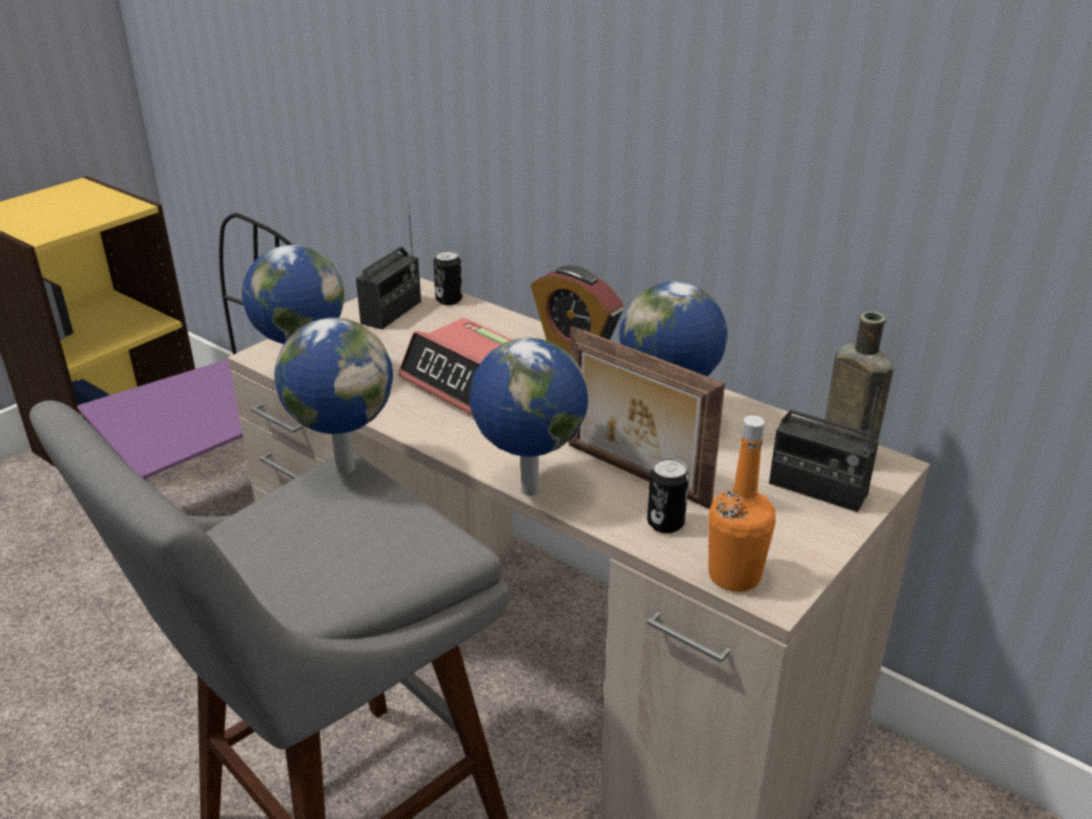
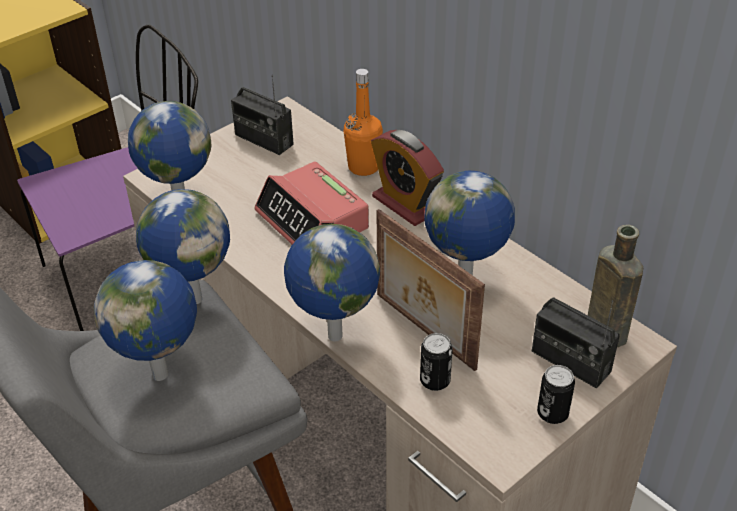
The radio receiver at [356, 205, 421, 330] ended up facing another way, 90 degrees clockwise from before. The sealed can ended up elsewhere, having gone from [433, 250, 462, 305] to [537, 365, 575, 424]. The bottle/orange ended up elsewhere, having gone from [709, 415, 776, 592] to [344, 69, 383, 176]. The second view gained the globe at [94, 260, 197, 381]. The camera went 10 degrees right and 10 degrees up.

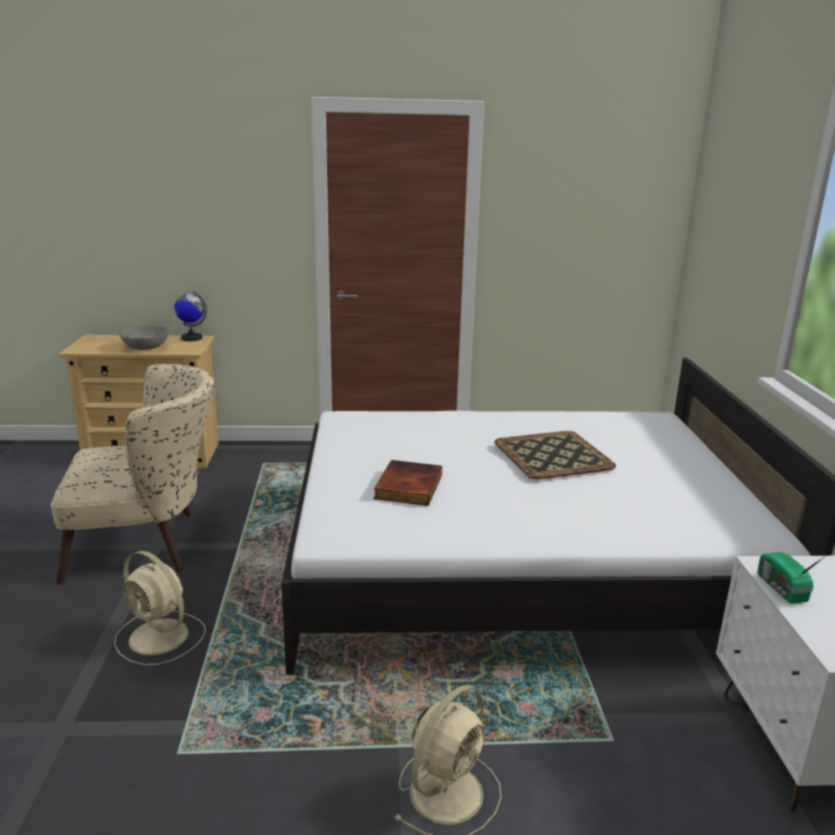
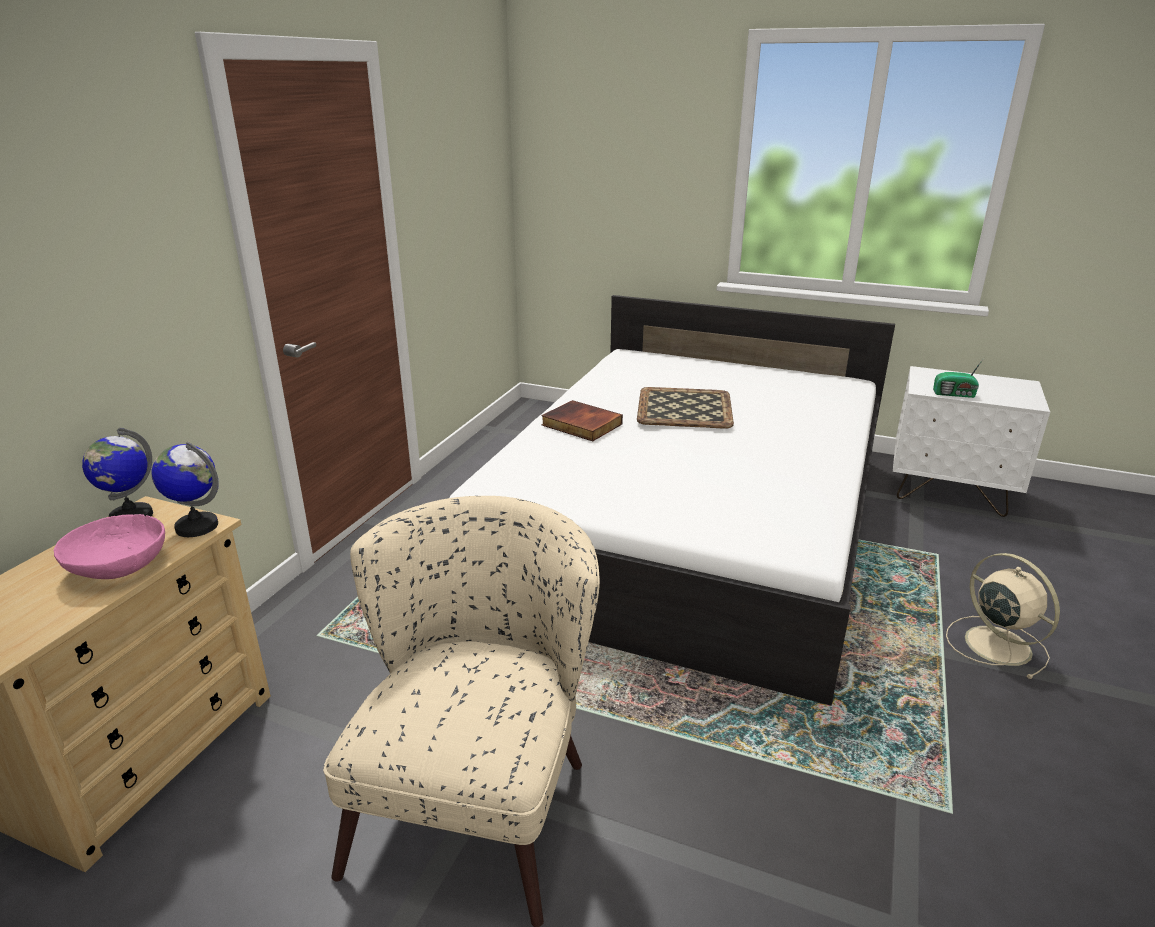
The second view lost the cooling fan/sand-coloured at [114, 551, 206, 665]. What was the serving bowl/grey at [119, 326, 168, 350] turned into the serving bowl/pinkish at [54, 514, 165, 579]. The book ended up elsewhere, having gone from [373, 460, 442, 506] to [541, 400, 623, 441]. The second view gained the globe at [152, 442, 219, 537]. The camera went 65 degrees left and 5 degrees up.

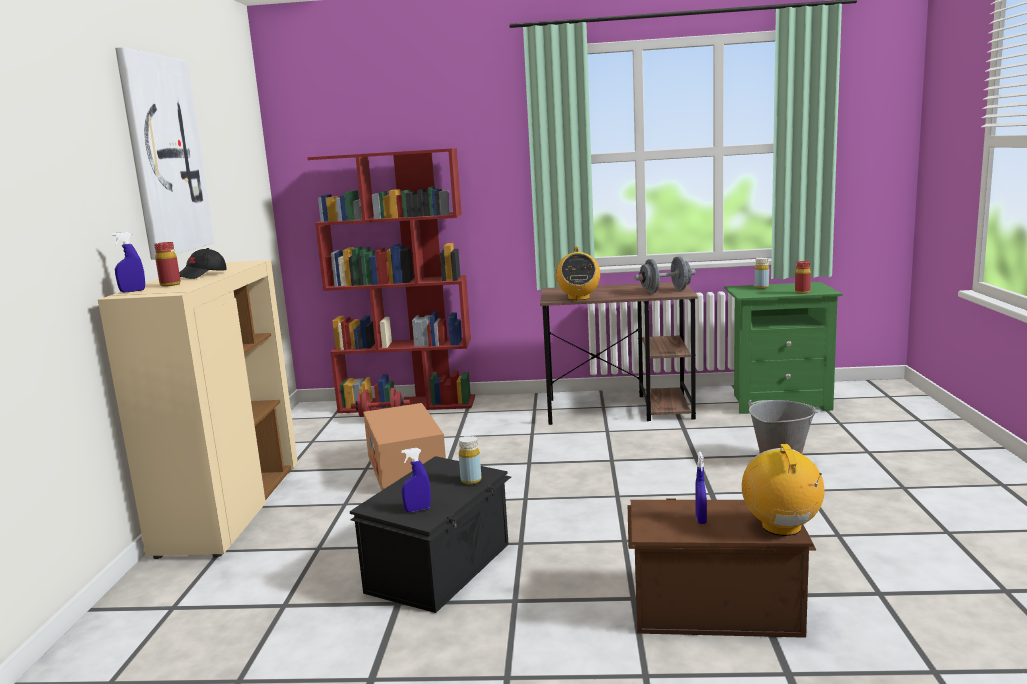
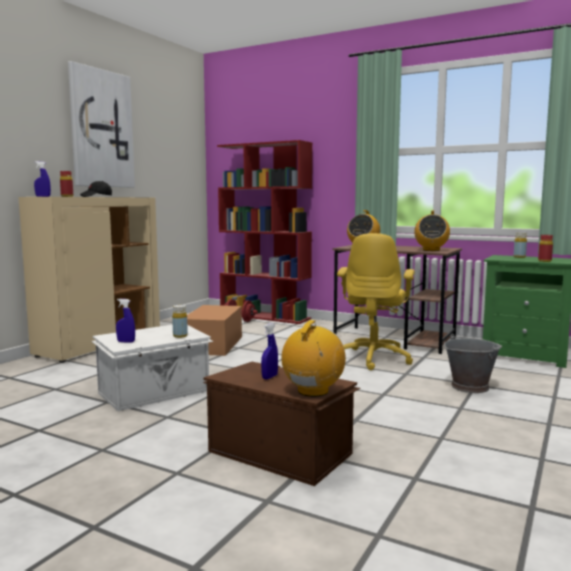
What was the storage bin/blackish at [350, 456, 511, 613] turned into the storage bin/white-coloured at [92, 325, 214, 411]. Where the free weight/grey stood at [635, 257, 696, 293], the radio receiver came to stand at [414, 210, 450, 251]. The second view gained the office chair/yellow at [337, 233, 415, 370]. The camera went 25 degrees right and 5 degrees down.

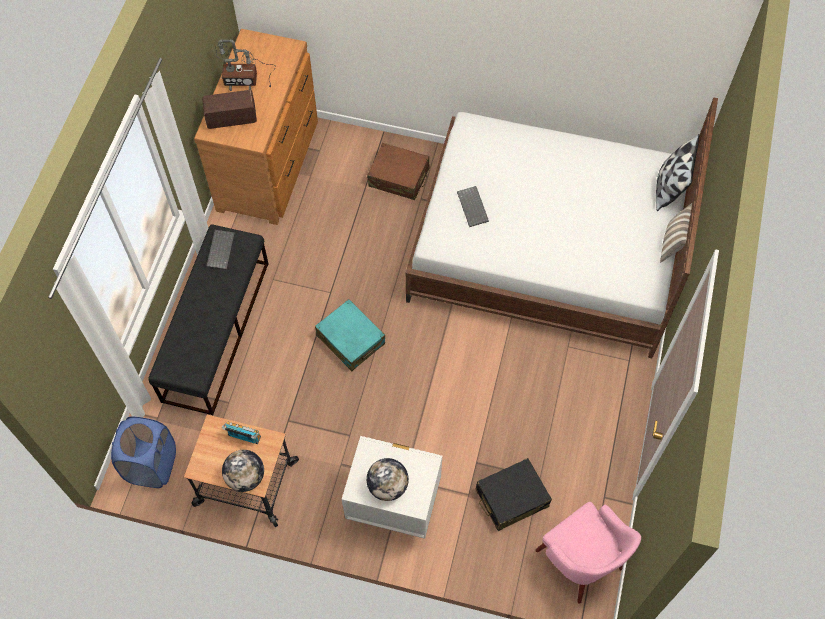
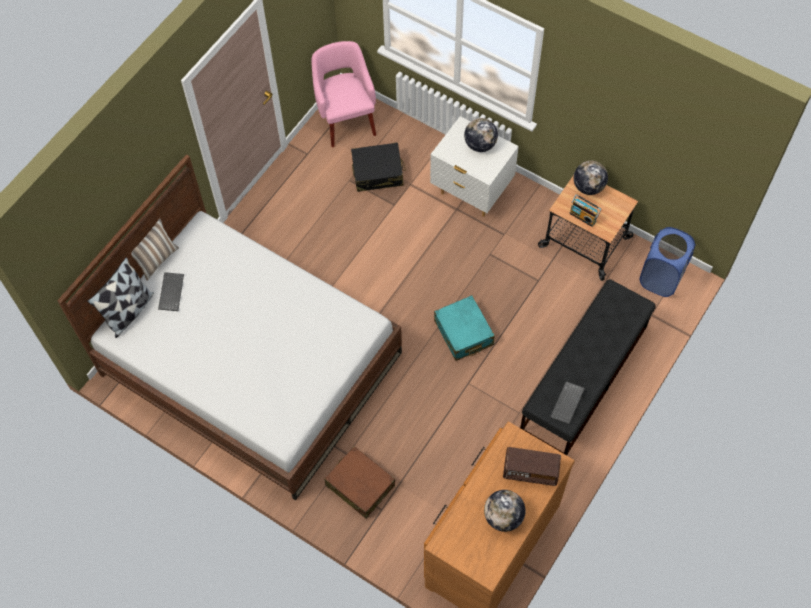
Where the table lamp stood at [215, 39, 276, 91], the globe came to stand at [484, 490, 525, 532]. The PC keyboard ended up elsewhere, having gone from [457, 186, 489, 227] to [158, 272, 184, 311]. The camera went 160 degrees left and 0 degrees up.

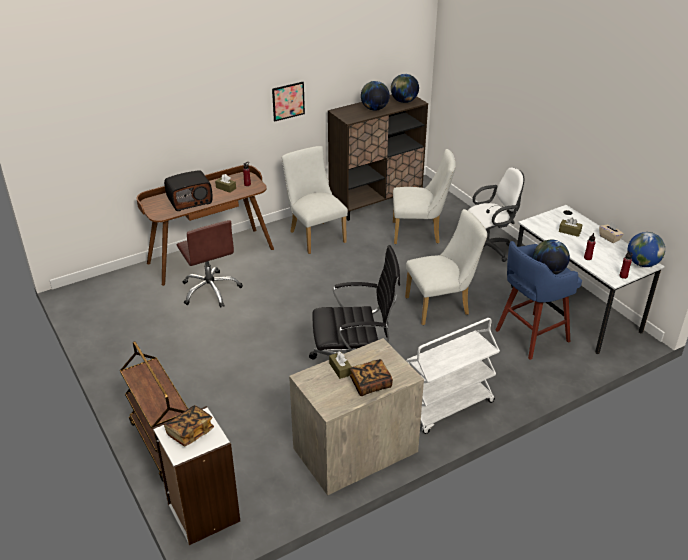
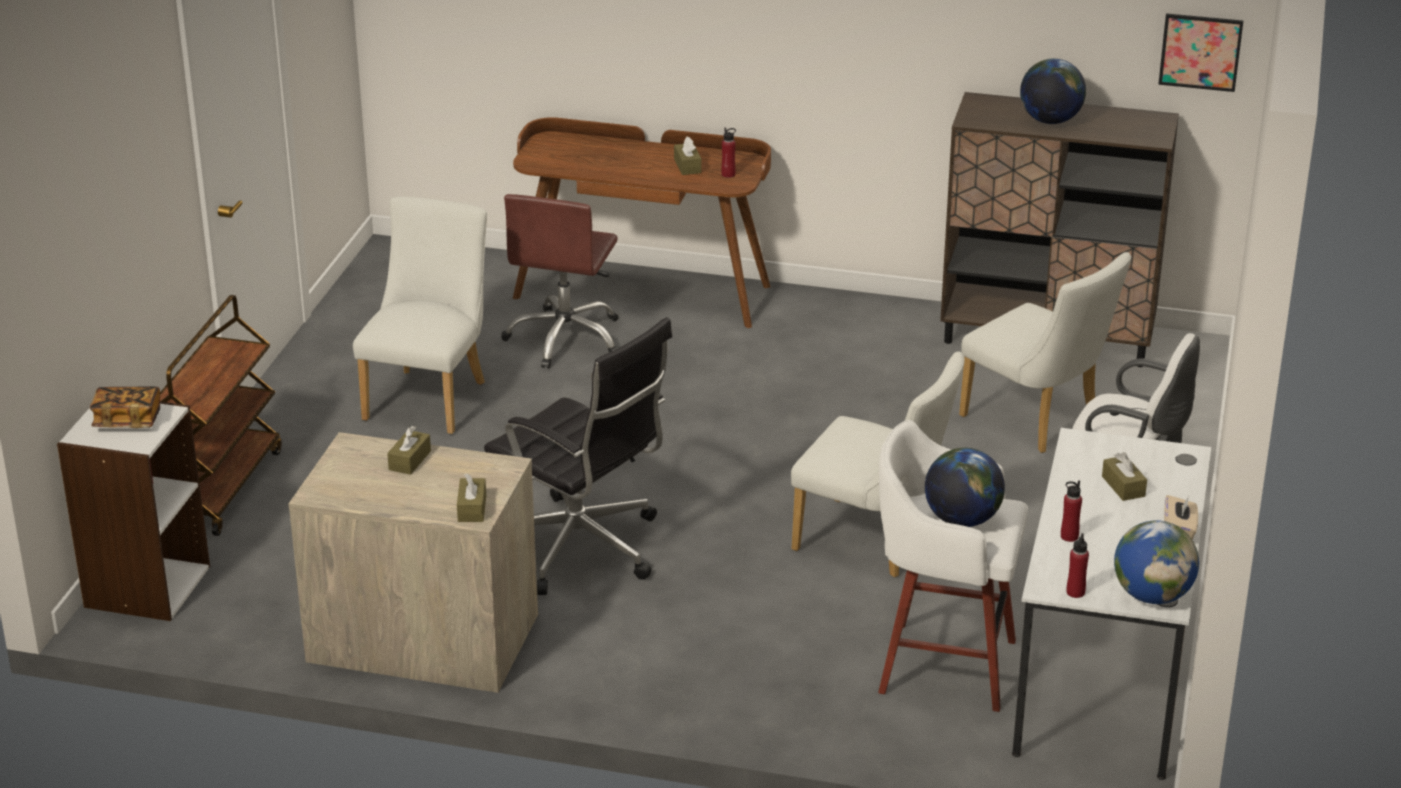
The second view lost the radio receiver at [164, 170, 213, 211]. The wall art ended up elsewhere, having gone from [272, 82, 305, 121] to [1158, 13, 1243, 92]. The upright chair/white-coloured ended up elsewhere, having gone from [282, 146, 348, 254] to [353, 196, 487, 434]. The second view lost the book at [350, 359, 393, 396]. The second view lost the globe at [391, 74, 419, 103]. The second view lost the trolley/white-coloured at [406, 318, 500, 434]. What was the stool seat/blue-coloured at [496, 241, 582, 360] turned into the stool seat/white-coloured at [878, 420, 1028, 712]. The second view gained the box of tissues/brown at [457, 474, 486, 522]. The camera went 45 degrees right and 5 degrees down.

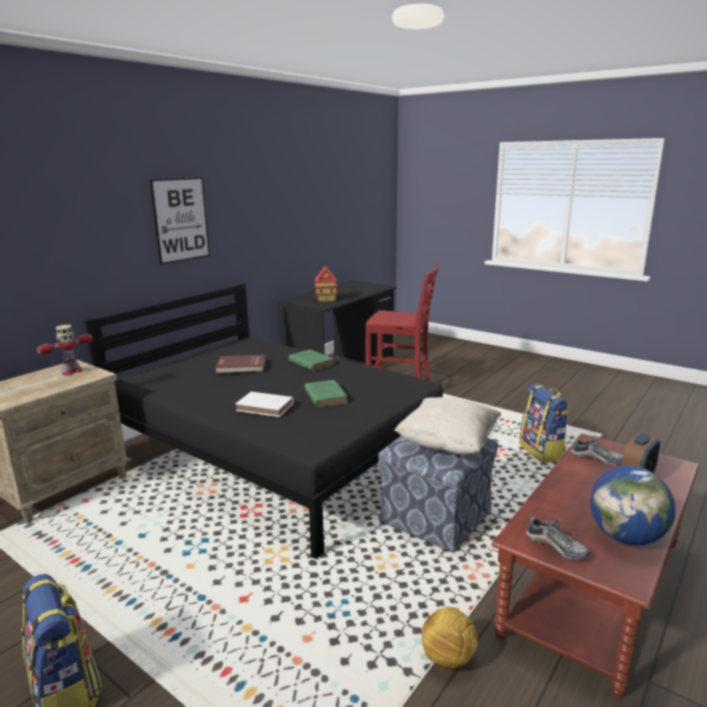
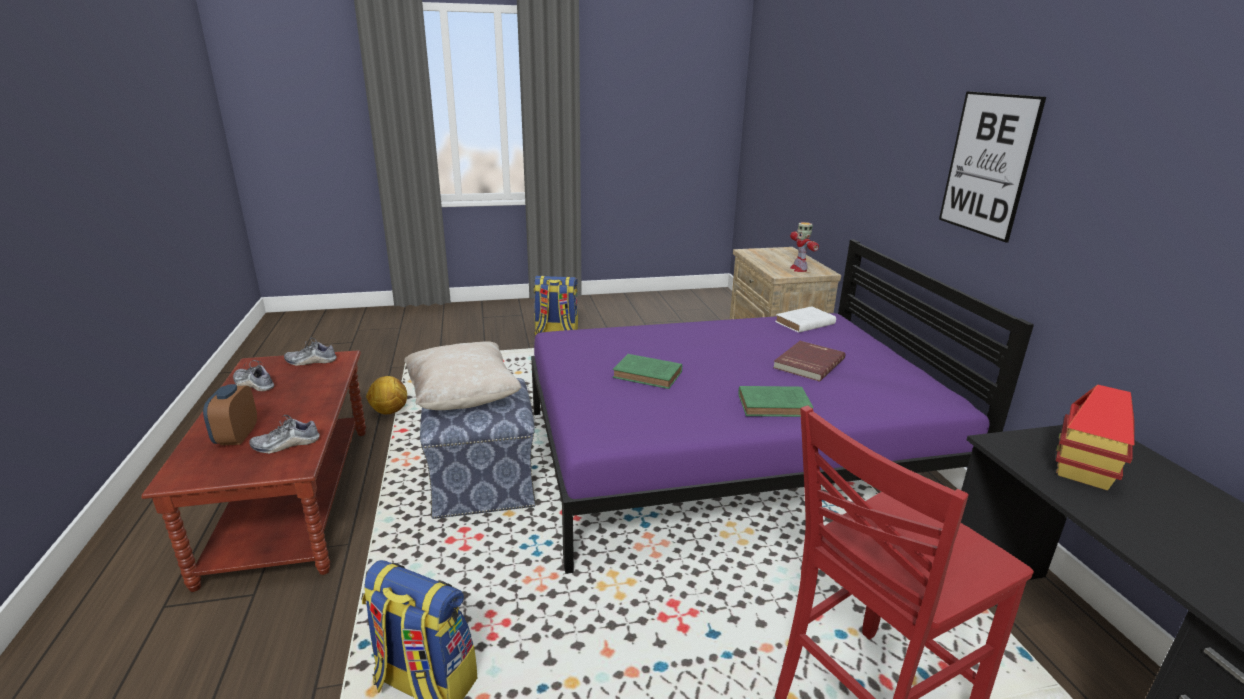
What was the bedroom bed/blackish at [85, 283, 443, 559] turned into the bedroom bed/purple-coloured at [531, 240, 1034, 574]. The book/white-coloured ended up elsewhere, having gone from [236, 392, 294, 417] to [775, 306, 836, 333]. Where the globe stood at [590, 466, 675, 545], the item of footwear came to stand at [233, 360, 274, 391]. The camera went 130 degrees right and 5 degrees up.

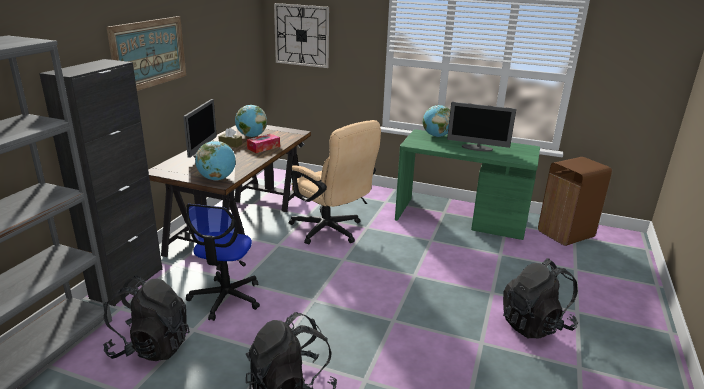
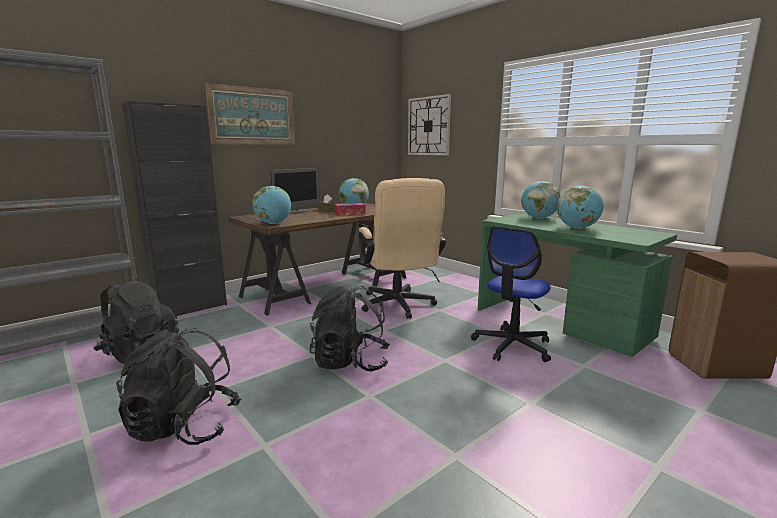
The office chair ended up elsewhere, having gone from [186, 204, 260, 321] to [471, 226, 551, 362]. Where the computer display stood at [447, 102, 516, 152], the globe came to stand at [557, 186, 603, 229]. The backpack/blackish ended up elsewhere, having gone from [503, 258, 578, 339] to [310, 286, 390, 371]. The camera went 30 degrees right and 10 degrees down.

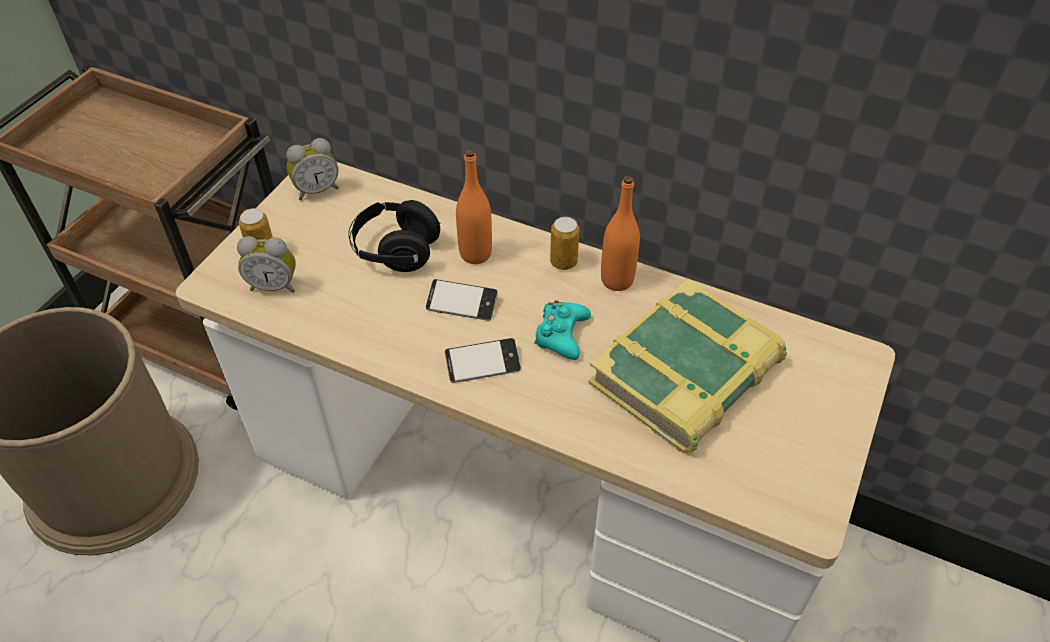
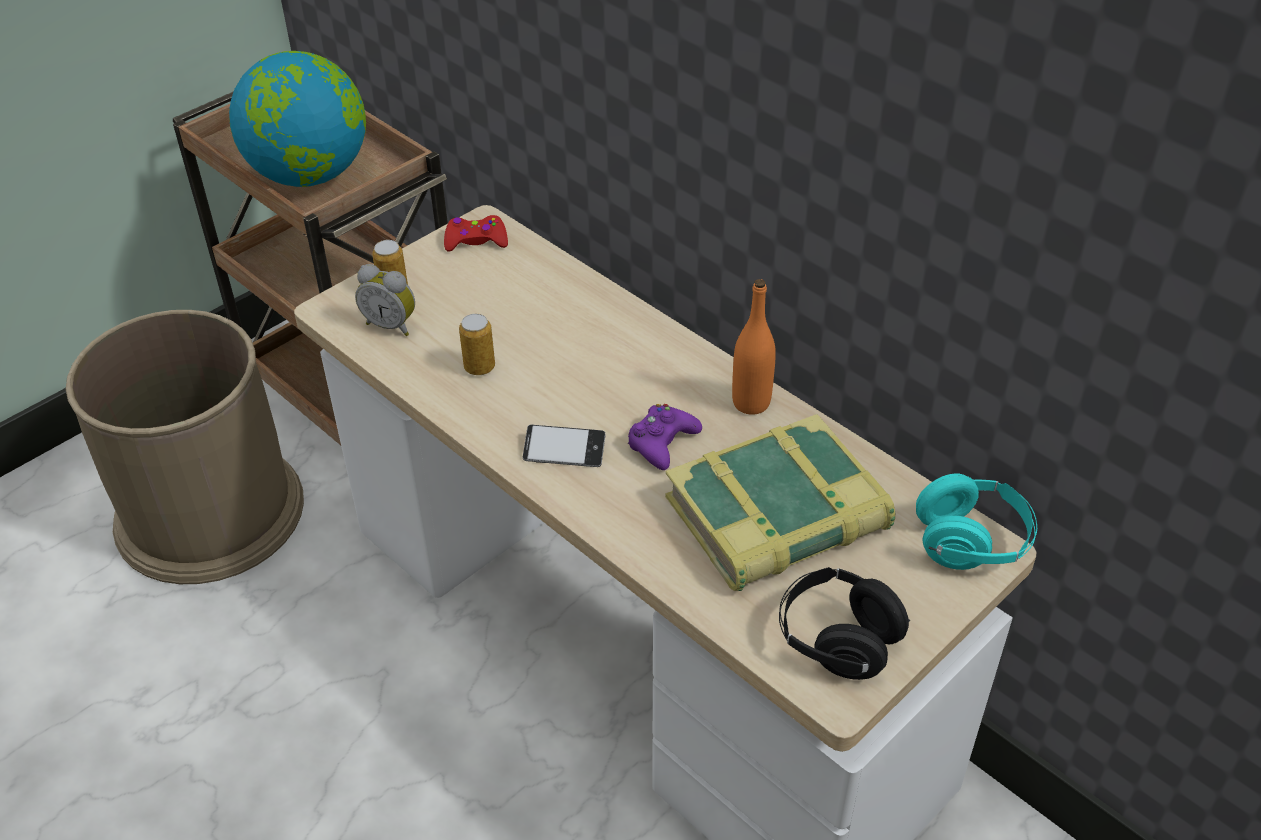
Where the bedside clock stood at [286, 138, 339, 200], the joypad/red-coloured came to stand at [444, 215, 508, 252]. The headphones/blackish ended up elsewhere, having gone from [348, 200, 441, 272] to [779, 567, 910, 680]. The second view lost the handset at [426, 279, 498, 321]. The second view lost the bottle/orange at [456, 149, 492, 264]. What was the joypad/blue-green at [534, 301, 591, 360] turned into the joypad/purple-coloured at [628, 404, 702, 470]. The sealed can ended up elsewhere, having gone from [550, 217, 580, 270] to [459, 314, 495, 375]. The second view gained the globe at [229, 51, 366, 187]. The second view gained the headphones/blue-green at [916, 474, 1037, 570]. The camera went 20 degrees right and 5 degrees down.

